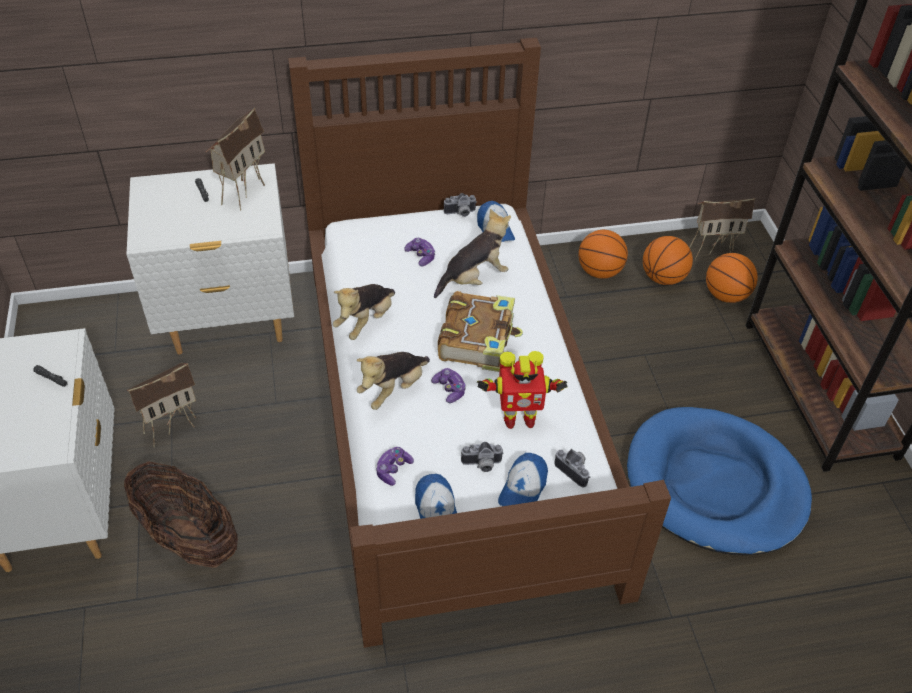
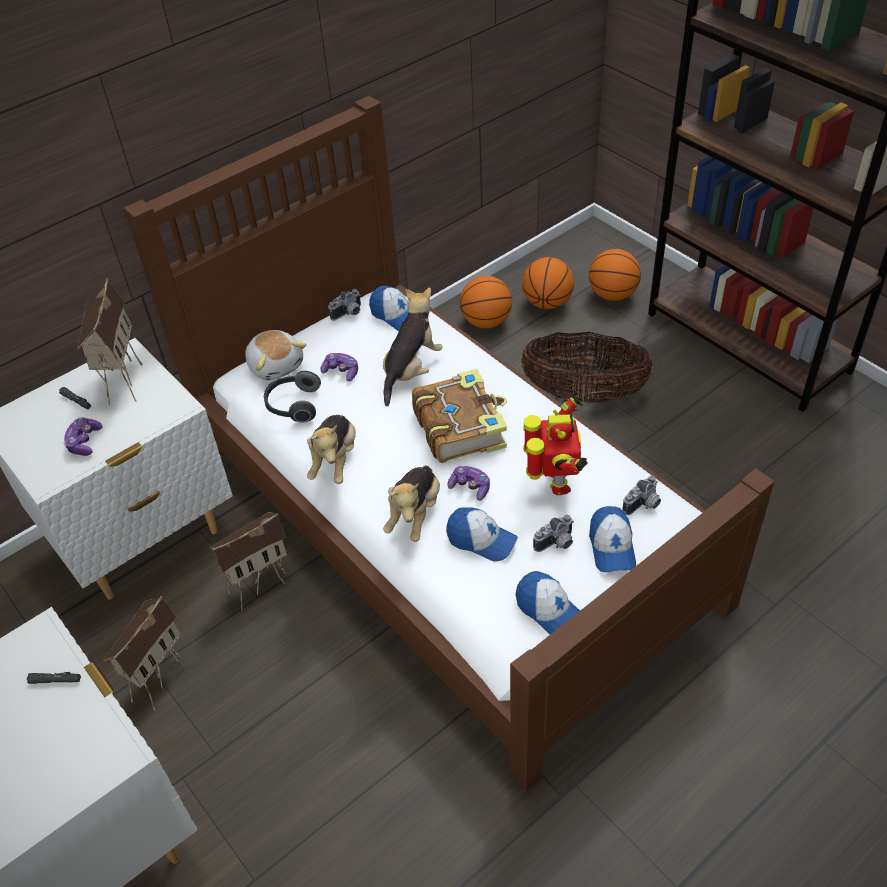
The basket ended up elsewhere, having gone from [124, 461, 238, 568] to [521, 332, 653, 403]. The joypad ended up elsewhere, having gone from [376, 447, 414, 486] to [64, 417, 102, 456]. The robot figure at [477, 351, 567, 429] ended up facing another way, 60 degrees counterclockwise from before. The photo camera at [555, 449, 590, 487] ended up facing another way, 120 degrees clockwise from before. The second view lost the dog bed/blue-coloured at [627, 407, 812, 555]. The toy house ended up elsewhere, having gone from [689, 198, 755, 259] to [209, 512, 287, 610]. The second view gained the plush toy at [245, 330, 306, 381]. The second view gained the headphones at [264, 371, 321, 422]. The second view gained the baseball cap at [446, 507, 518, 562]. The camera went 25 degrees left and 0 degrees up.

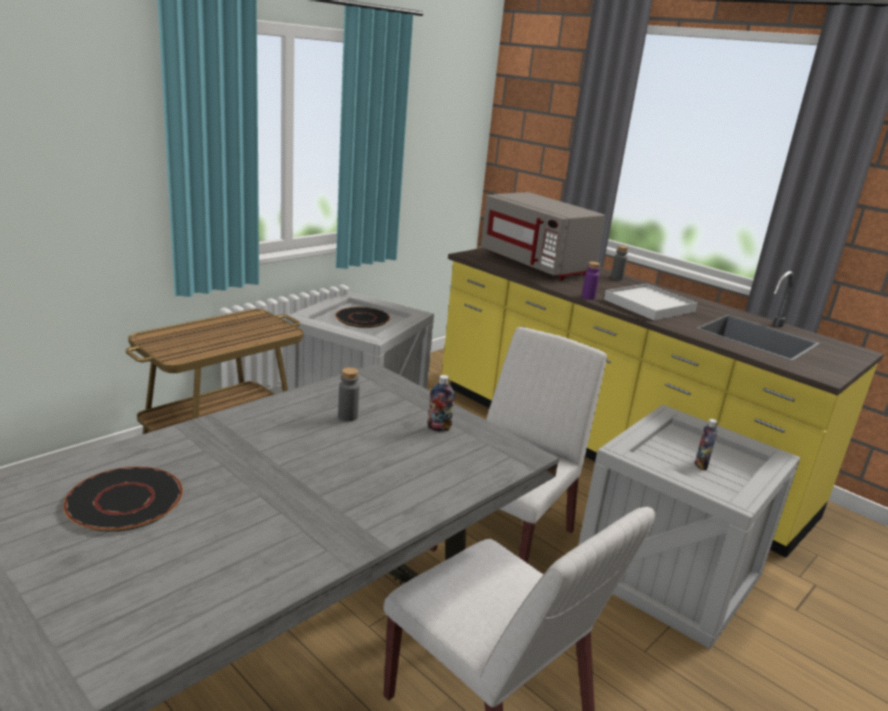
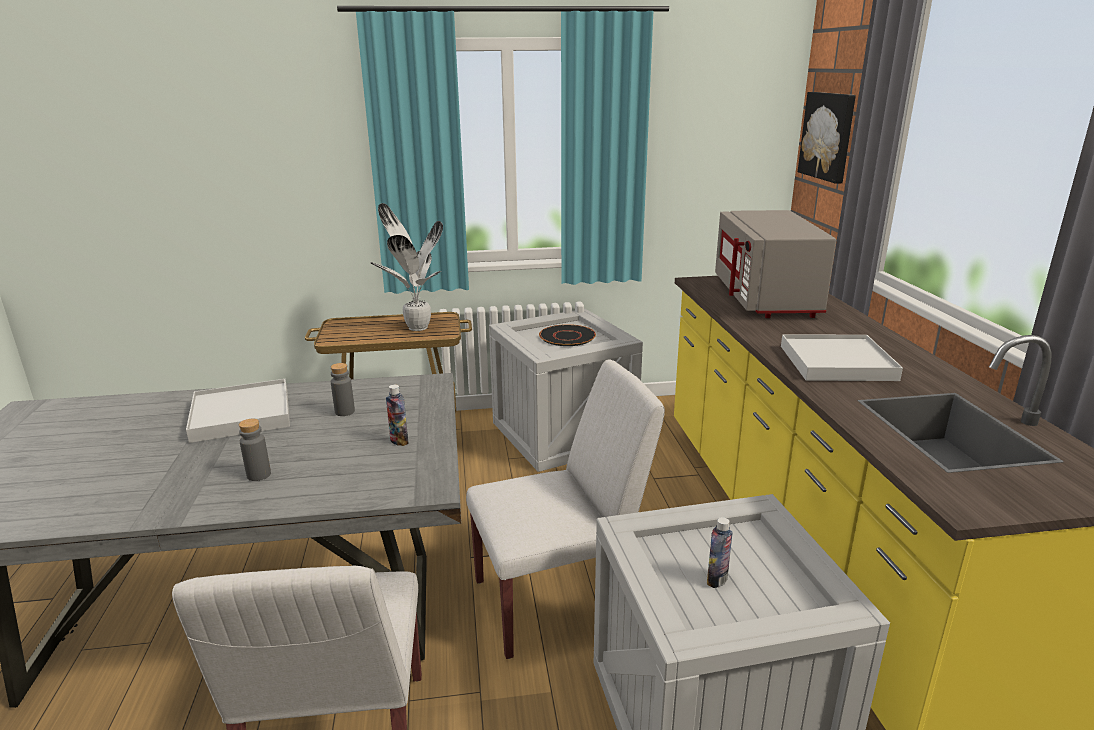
The second view lost the plate/blackish at [63, 467, 183, 532]. The second view lost the bottle/purple-coloured at [581, 262, 600, 300]. The bottle/grey ended up elsewhere, having gone from [611, 246, 628, 280] to [239, 419, 271, 481]. The second view gained the serving tray/white-coloured at [186, 379, 290, 443]. The second view gained the plant in a pot at [370, 203, 443, 331]. The second view gained the wall art at [798, 92, 856, 184]. The camera went 40 degrees right and 0 degrees up.

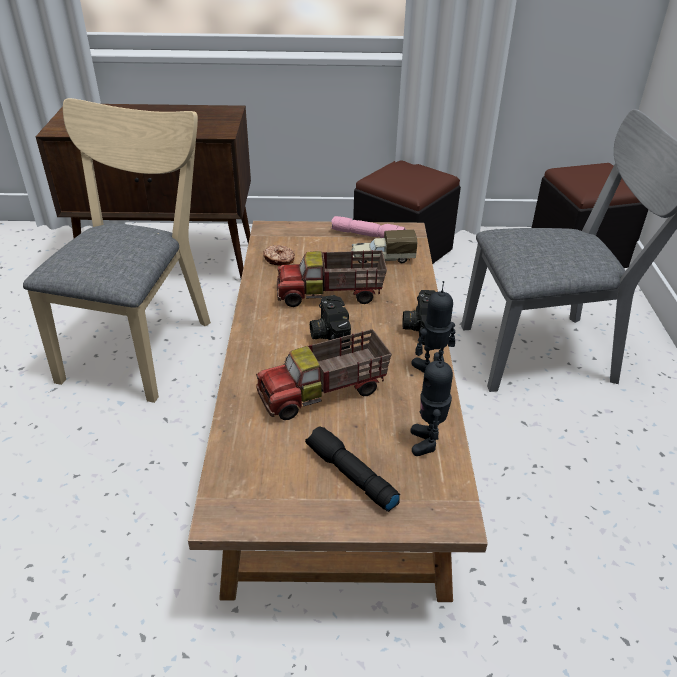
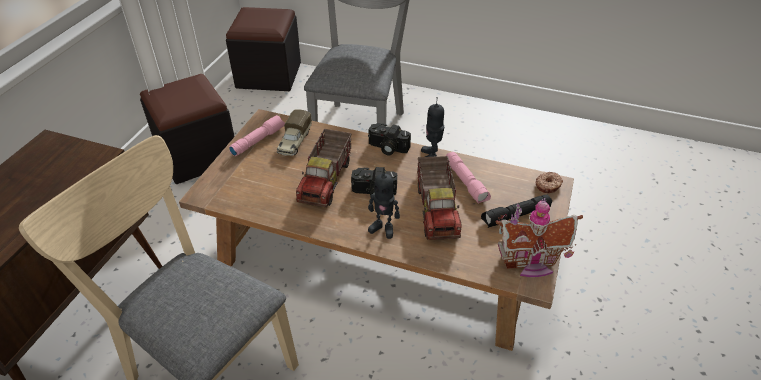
The doughnut ended up elsewhere, having gone from [263, 245, 295, 266] to [535, 172, 563, 193]. The robot figure ended up elsewhere, having gone from [410, 351, 453, 456] to [368, 167, 400, 239]. The second view gained the hand torch/pinkish at [446, 152, 491, 204]. The second view gained the toy house at [496, 198, 583, 277]. The camera went 70 degrees left and 5 degrees up.

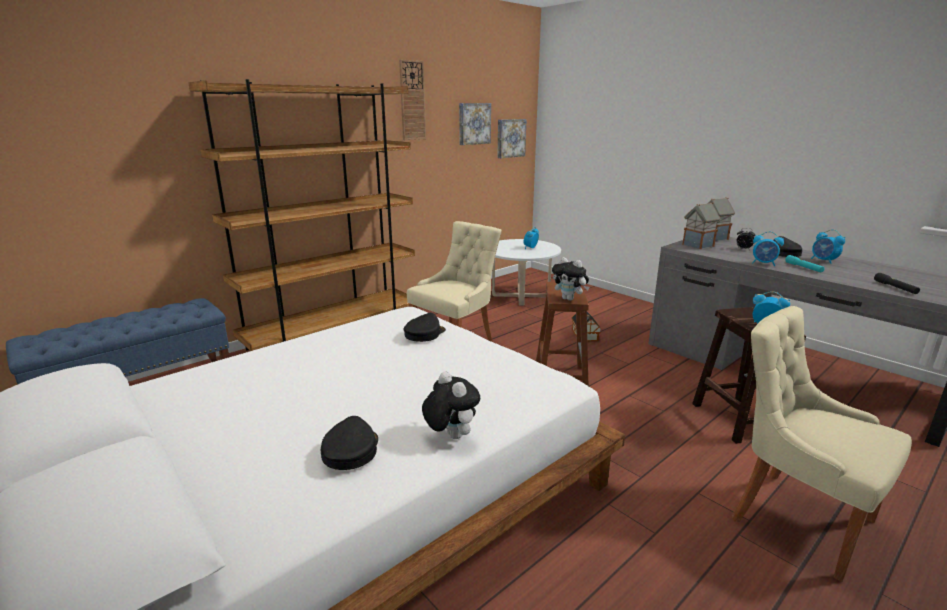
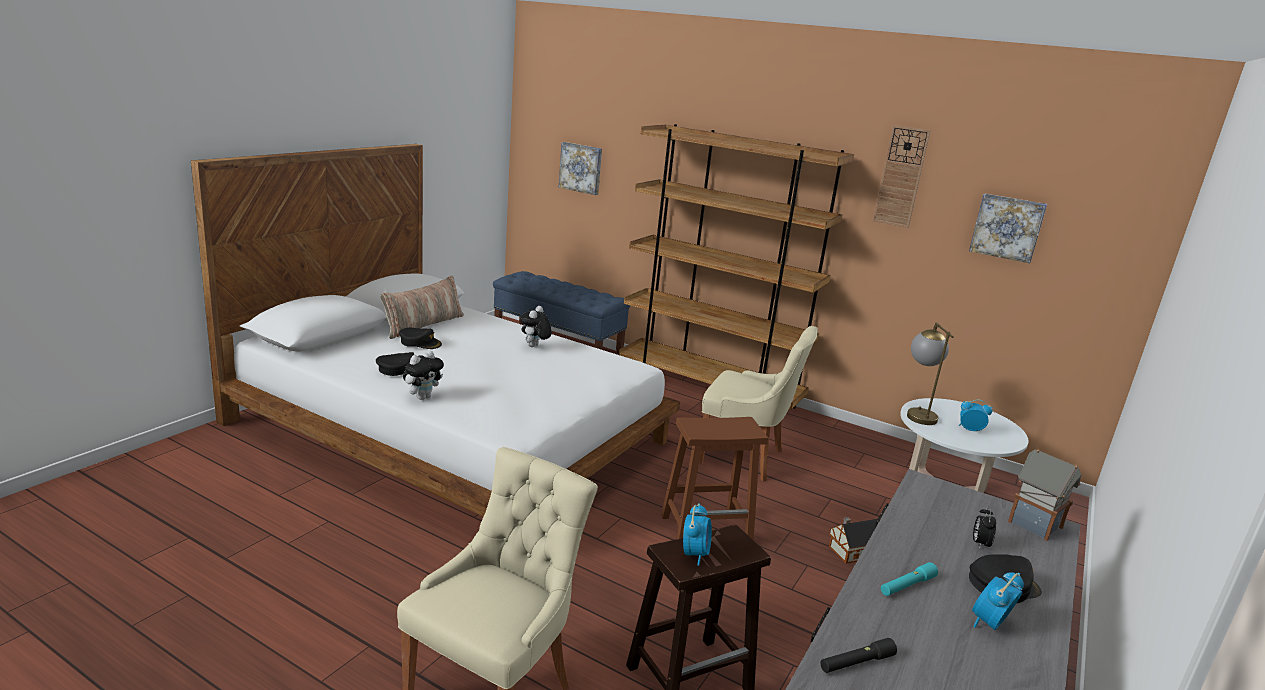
The baseball cap/blackish ended up elsewhere, having gone from [403, 313, 446, 342] to [399, 328, 442, 349]. The wall art ended up elsewhere, having gone from [497, 119, 527, 158] to [559, 142, 602, 195]. The plush toy ended up elsewhere, having gone from [552, 257, 589, 300] to [520, 306, 552, 347]. The second view lost the toy house at [682, 202, 721, 249]. The second view lost the bedside clock at [752, 231, 784, 266]. The second view gained the cushion at [380, 276, 464, 339]. The second view gained the table lamp at [907, 322, 954, 425]. The camera went 70 degrees right and 0 degrees up.

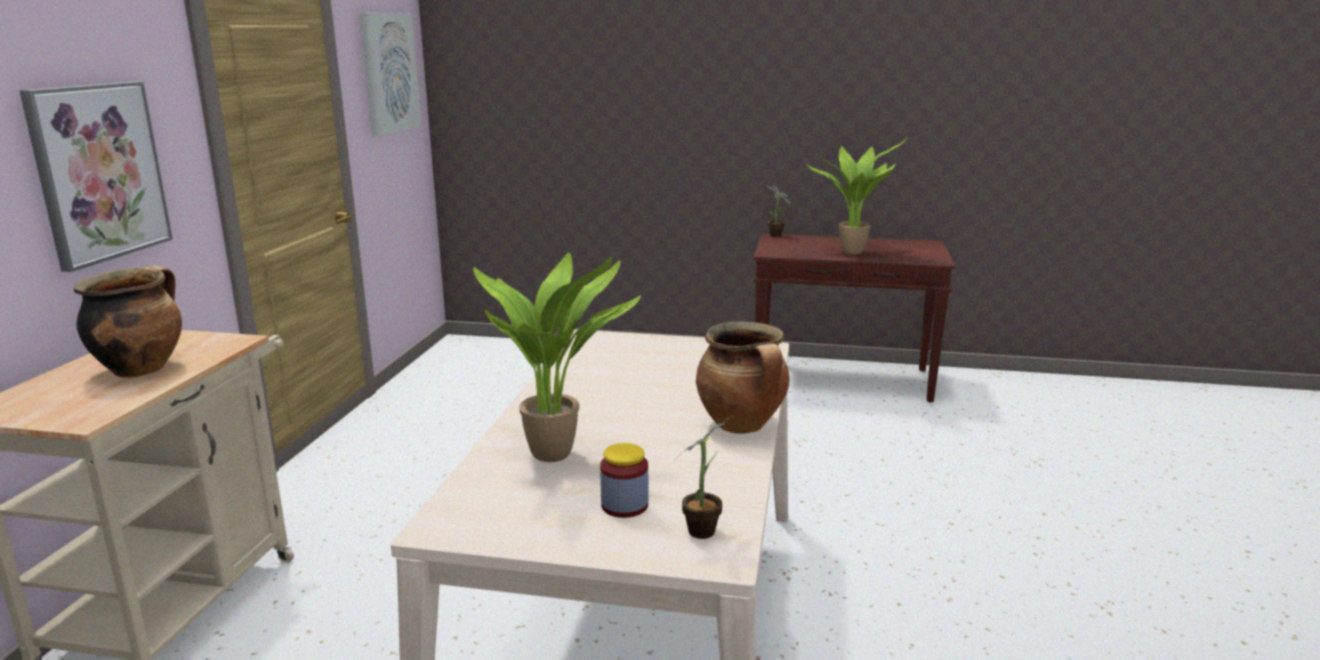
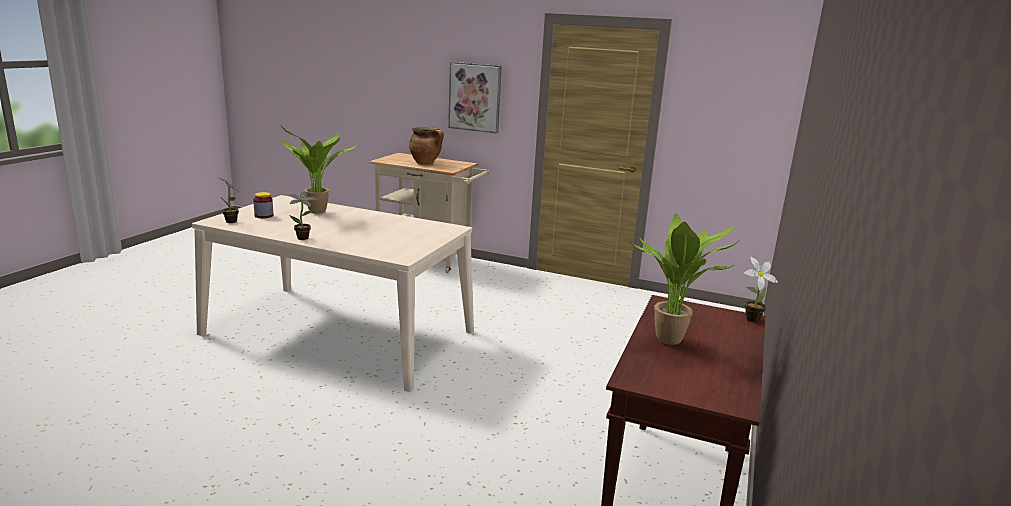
The second view lost the wall art at [360, 13, 421, 136]. Where the saucepot stood at [696, 321, 789, 434], the plant in a pot came to stand at [288, 192, 317, 240]. The camera went 100 degrees right and 0 degrees up.

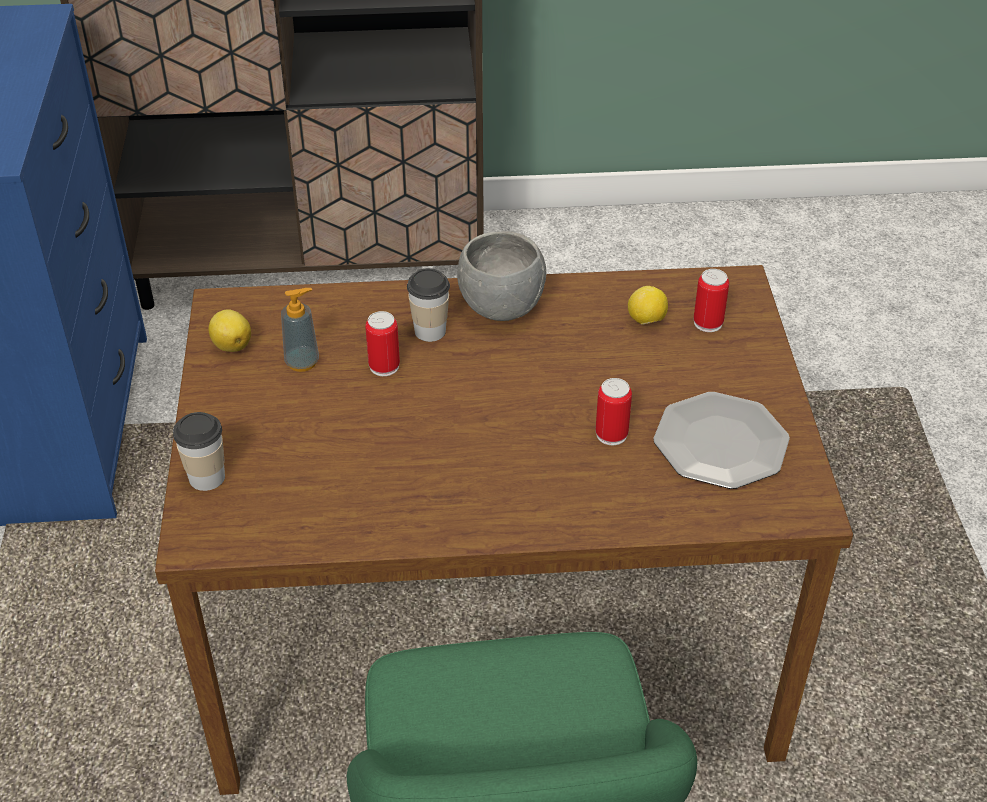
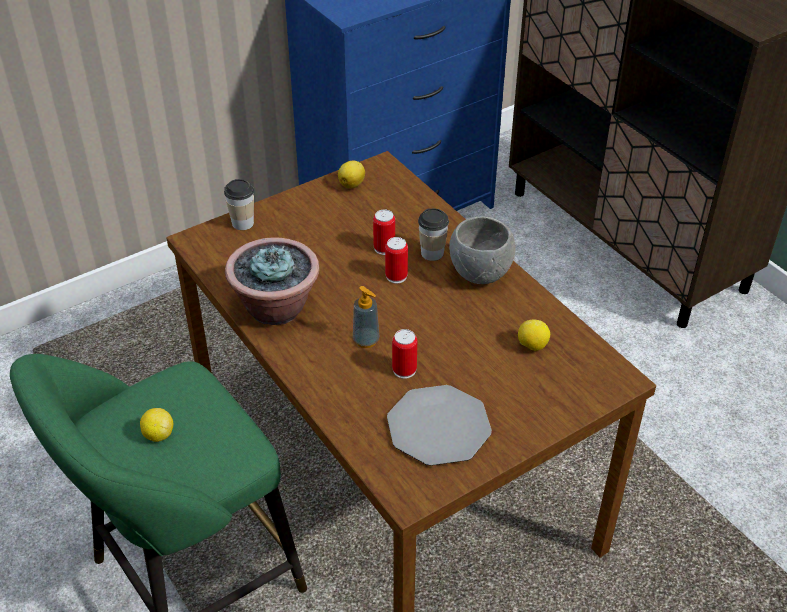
The soap bottle ended up elsewhere, having gone from [281, 288, 319, 372] to [353, 286, 380, 348]. The sealed can ended up elsewhere, having gone from [693, 269, 729, 332] to [385, 237, 408, 283]. The second view gained the lemon at [140, 408, 173, 442]. The second view gained the plant in a pot at [225, 237, 320, 325]. The camera went 60 degrees right and 0 degrees up.

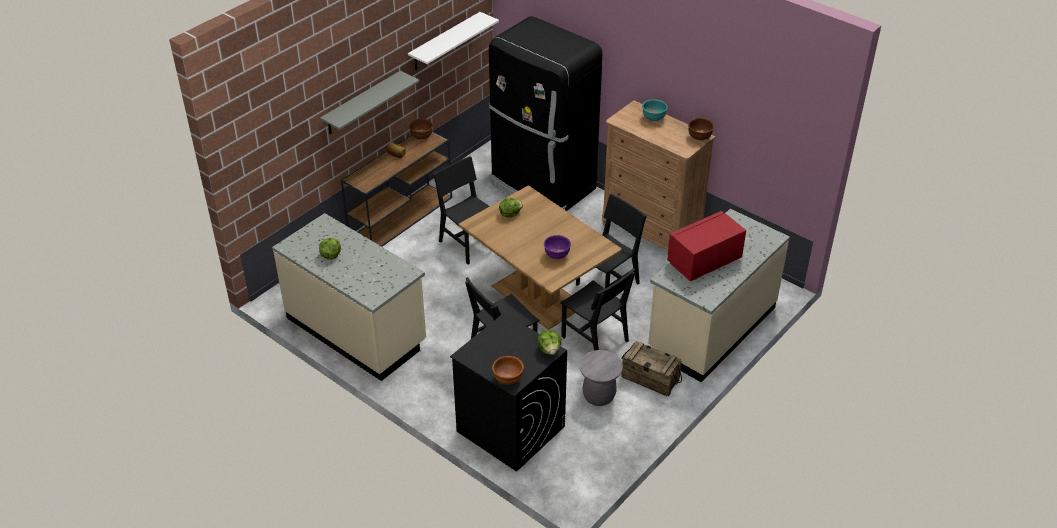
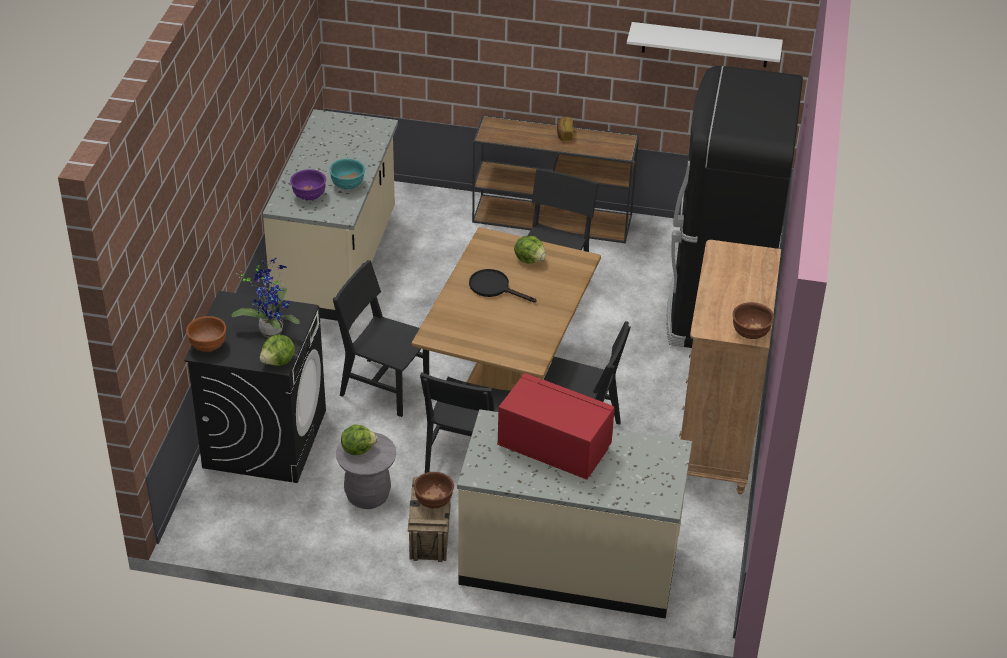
The lettuce head ended up elsewhere, having gone from [319, 238, 341, 260] to [341, 424, 378, 455]. The second view lost the shelf/grey at [320, 71, 420, 134]. The serving bowl/brown ended up elsewhere, having gone from [409, 119, 433, 139] to [414, 472, 454, 509]. The serving bowl/purple-coloured ended up elsewhere, having gone from [544, 235, 571, 259] to [290, 169, 326, 200]. The serving bowl/blue-green ended up elsewhere, having gone from [642, 99, 668, 121] to [329, 159, 365, 189]. The second view gained the plant in a pot at [231, 257, 300, 338]. The second view gained the skillet/blackish at [469, 269, 537, 302]. The camera went 60 degrees right and 0 degrees up.

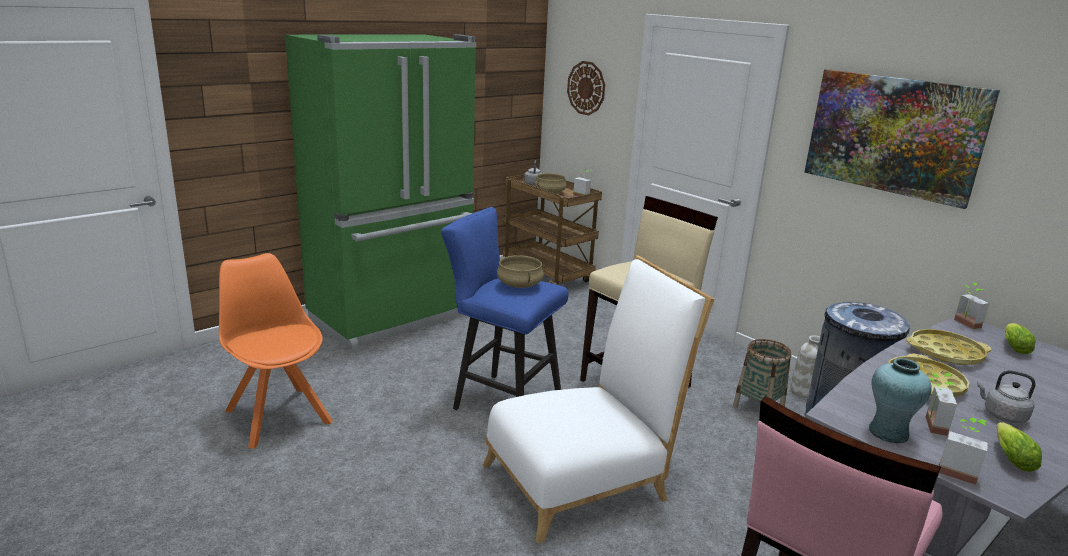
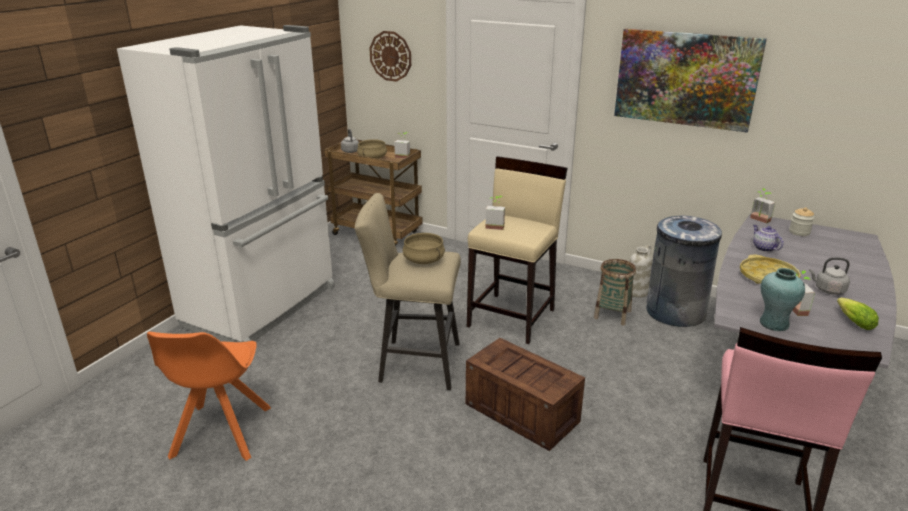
The upright chair/orange at [219, 253, 333, 449] ended up facing another way, 120 degrees counterclockwise from before. What was the kitchen fridge/green-coloured at [285, 34, 476, 351] turned into the kitchen fridge/white-coloured at [117, 25, 335, 342]. What was the stool seat/blue-coloured at [441, 207, 569, 410] turned into the stool seat/sand-coloured at [355, 193, 461, 390]. Where the upright chair/white-coloured stood at [483, 255, 714, 543], the packing crate came to stand at [466, 338, 585, 451]. Where the serving tray/yellow stood at [906, 329, 991, 365], the tea pot came to stand at [753, 225, 783, 252]. The plant in a pot ended up elsewhere, having gone from [939, 417, 988, 485] to [485, 196, 505, 230]. Where the lettuce head stood at [1005, 323, 1036, 354], the storage jar came to stand at [789, 207, 815, 236]. The camera went 20 degrees left and 5 degrees up.

